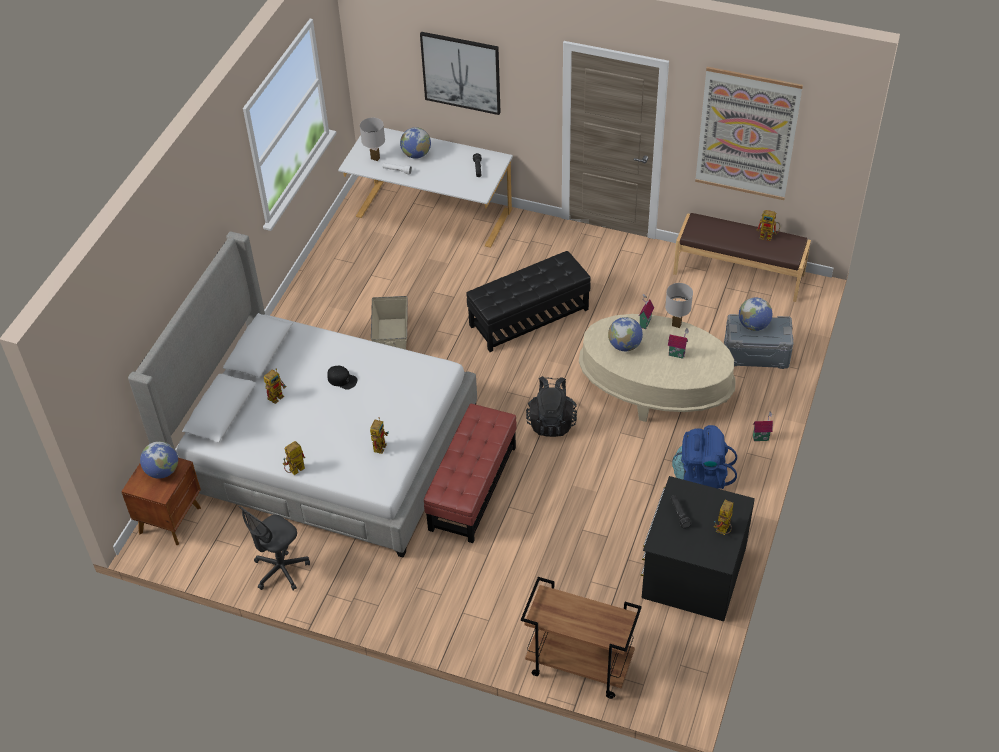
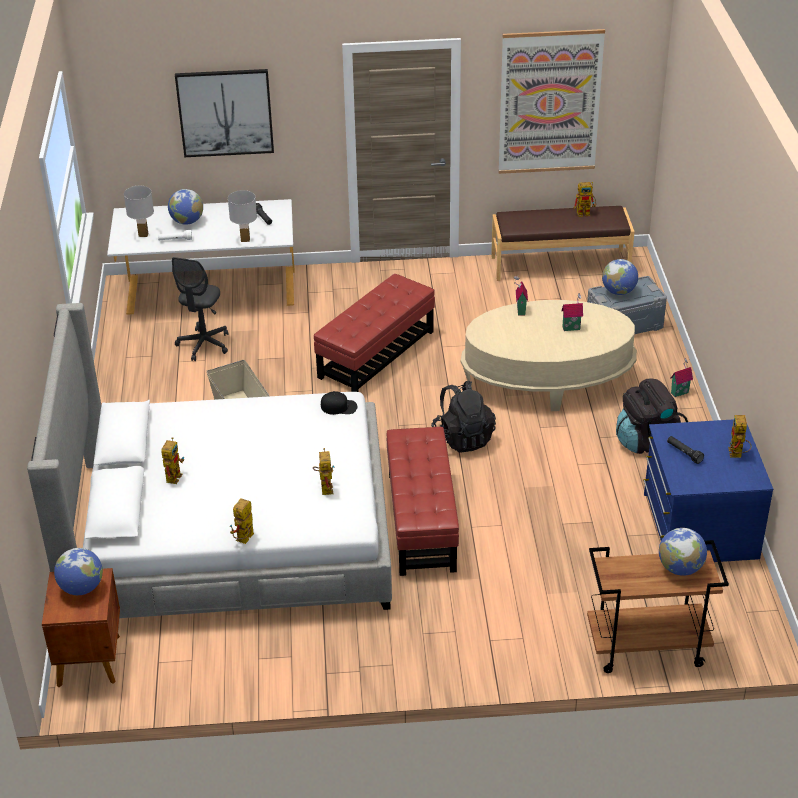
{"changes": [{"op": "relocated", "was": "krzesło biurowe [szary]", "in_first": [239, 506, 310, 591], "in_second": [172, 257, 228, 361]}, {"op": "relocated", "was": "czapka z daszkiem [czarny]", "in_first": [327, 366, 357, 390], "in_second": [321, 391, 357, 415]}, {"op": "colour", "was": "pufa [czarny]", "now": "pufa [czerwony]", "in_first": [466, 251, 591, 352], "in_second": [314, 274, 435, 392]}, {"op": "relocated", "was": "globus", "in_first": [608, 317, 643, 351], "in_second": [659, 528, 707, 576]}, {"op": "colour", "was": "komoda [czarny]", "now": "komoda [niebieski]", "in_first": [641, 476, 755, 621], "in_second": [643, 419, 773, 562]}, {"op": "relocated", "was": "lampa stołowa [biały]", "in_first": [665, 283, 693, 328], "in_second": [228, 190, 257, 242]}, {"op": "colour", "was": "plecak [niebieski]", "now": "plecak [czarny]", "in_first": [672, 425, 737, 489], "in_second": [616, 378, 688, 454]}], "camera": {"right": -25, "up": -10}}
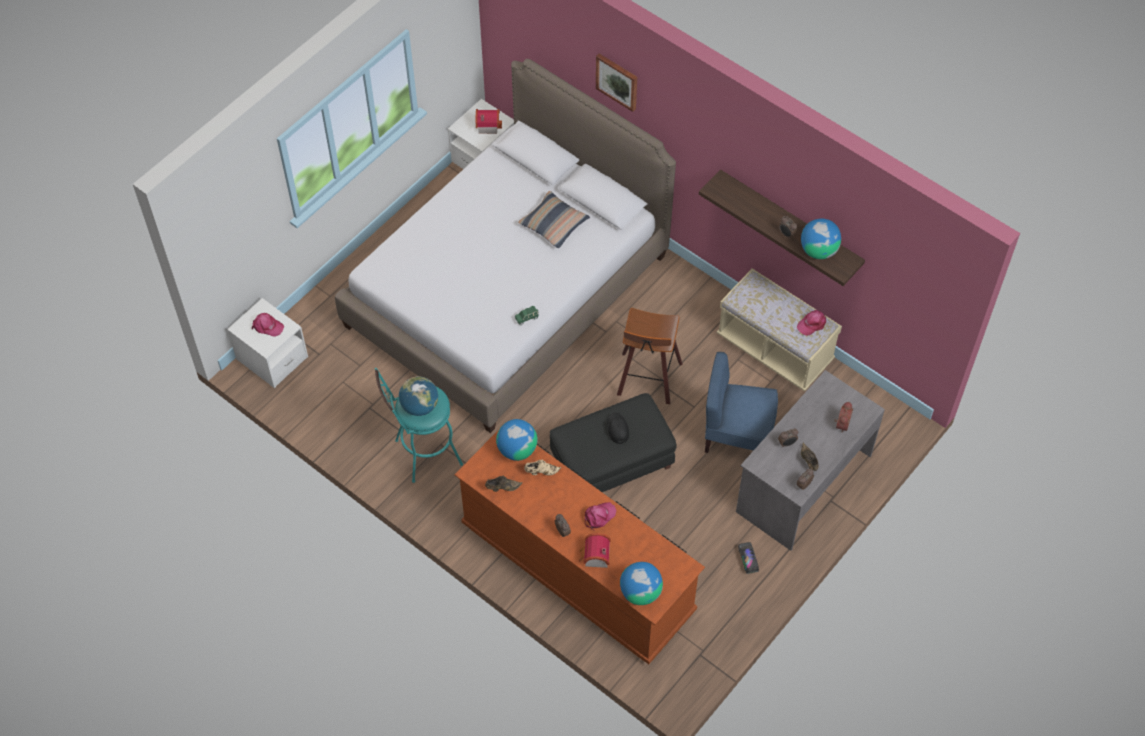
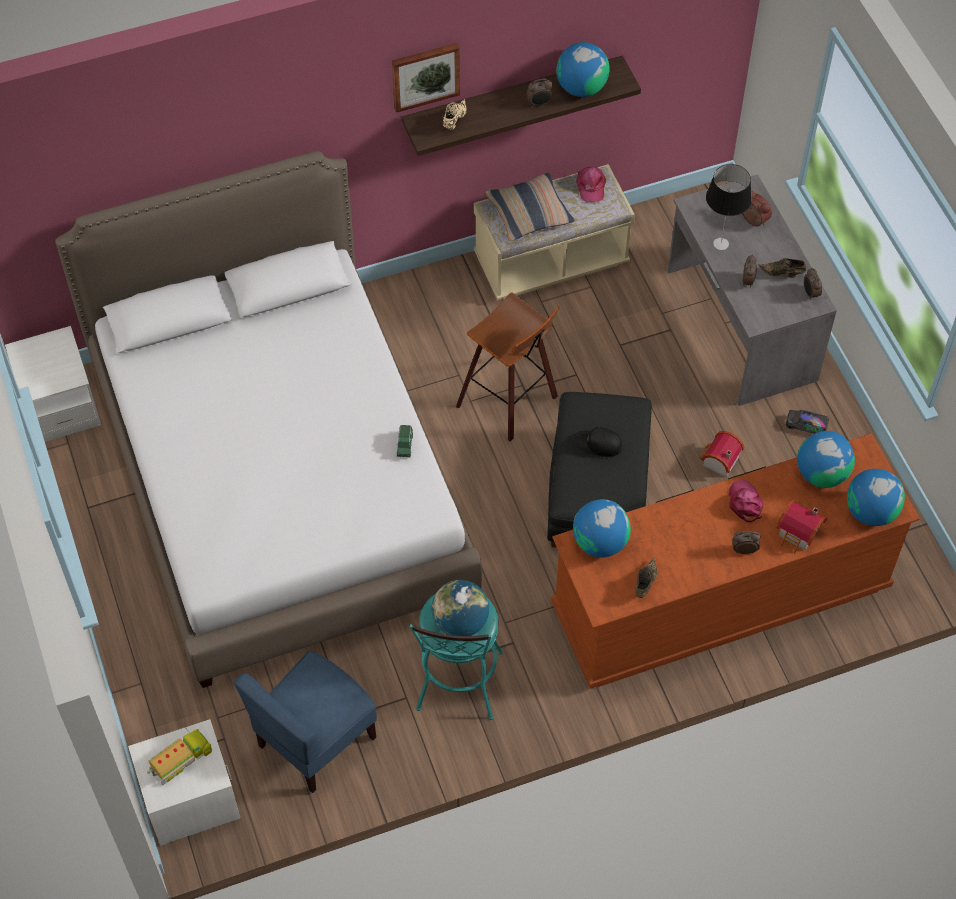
{"changes": [{"op": "exchanged", "was": "czapka z daszkiem [różowy]", "now": "ciężarówka zabawkowa", "in_first": [252, 313, 284, 337], "in_second": [147, 727, 212, 785]}, {"op": "relocated", "was": "domek", "in_first": [476, 109, 502, 134], "in_second": [699, 431, 744, 477]}, {"op": "relocated", "was": "poduszka", "in_first": [518, 191, 590, 248], "in_second": [484, 173, 575, 241]}, {"op": "relocated", "was": "but [beżowy]", "in_first": [524, 460, 561, 475], "in_second": [443, 98, 467, 130]}, {"op": "relocated", "was": "obraz", "in_first": [596, 53, 637, 112], "in_second": [392, 43, 460, 113]}, {"op": "relocated", "was": "krzesło [niebieski]", "in_first": [705, 352, 778, 453], "in_second": [234, 650, 377, 793]}, {"op": "appeared", "now": "lampa stołowa", "in_second": [706, 164, 752, 250]}, {"op": "appeared", "now": "globus", "in_second": [797, 431, 855, 488]}], "camera": {"right": -60, "up": 0}}
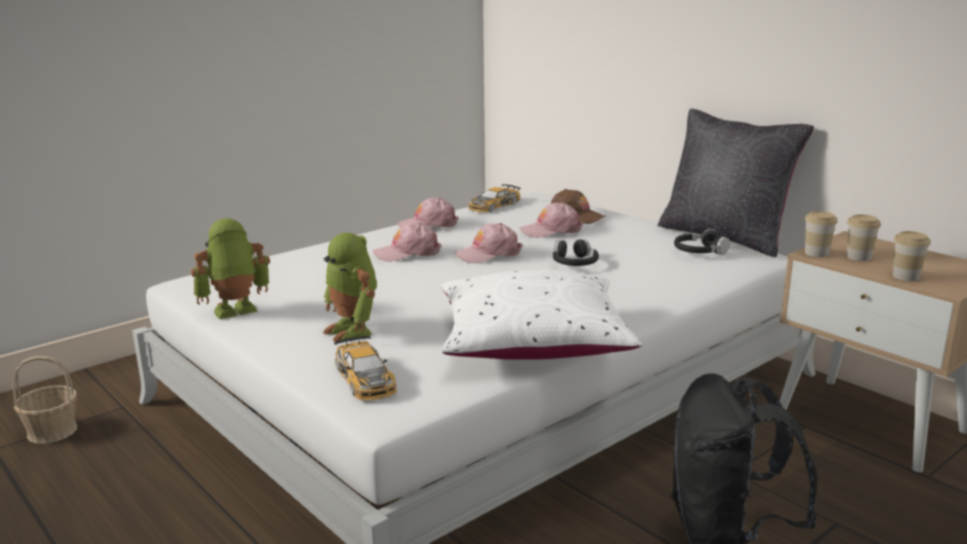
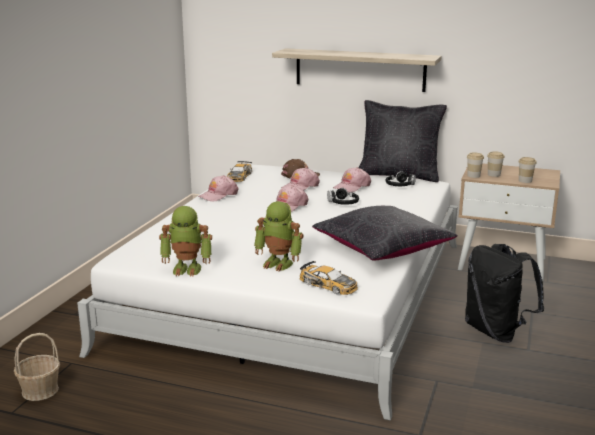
{"changes": [{"op": "spun", "was": "robot zabawkowy", "in_first": [191, 218, 270, 319], "in_second": [159, 206, 212, 276], "clockwise": -120}, {"op": "relocated", "was": "czapka z daszkiem [różowy]", "in_first": [373, 222, 442, 262], "in_second": [333, 167, 371, 193]}, {"op": "colour", "was": "poduszka [biały]", "now": "poduszka [czarny]", "in_first": [441, 270, 642, 360], "in_second": [312, 206, 458, 260]}, {"op": "appeared", "now": "półka", "in_second": [272, 48, 442, 92]}], "camera": {"right": -30, "up": 0}}
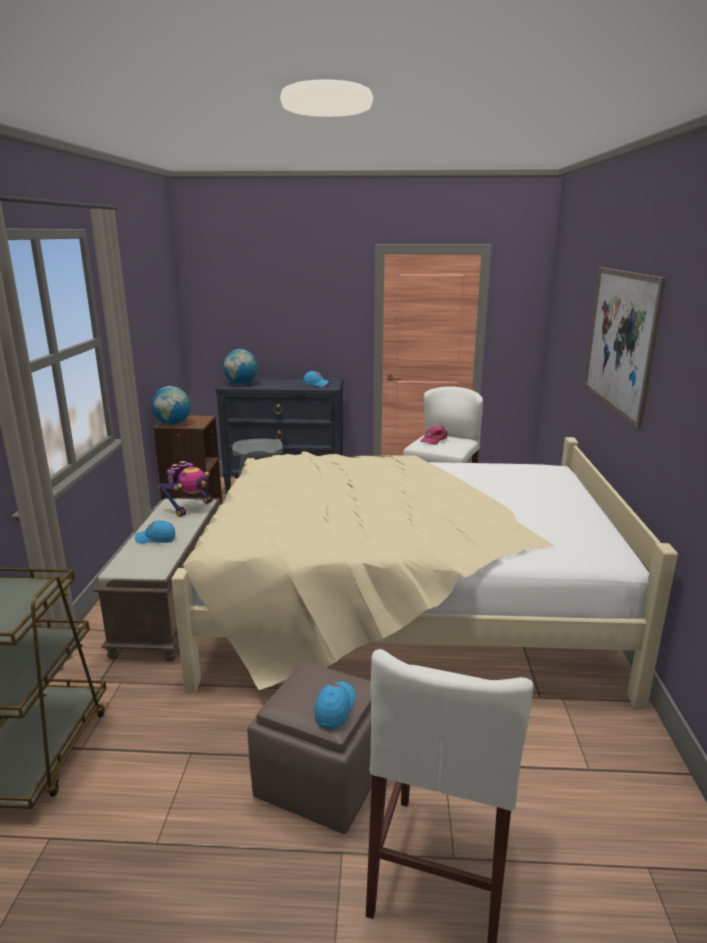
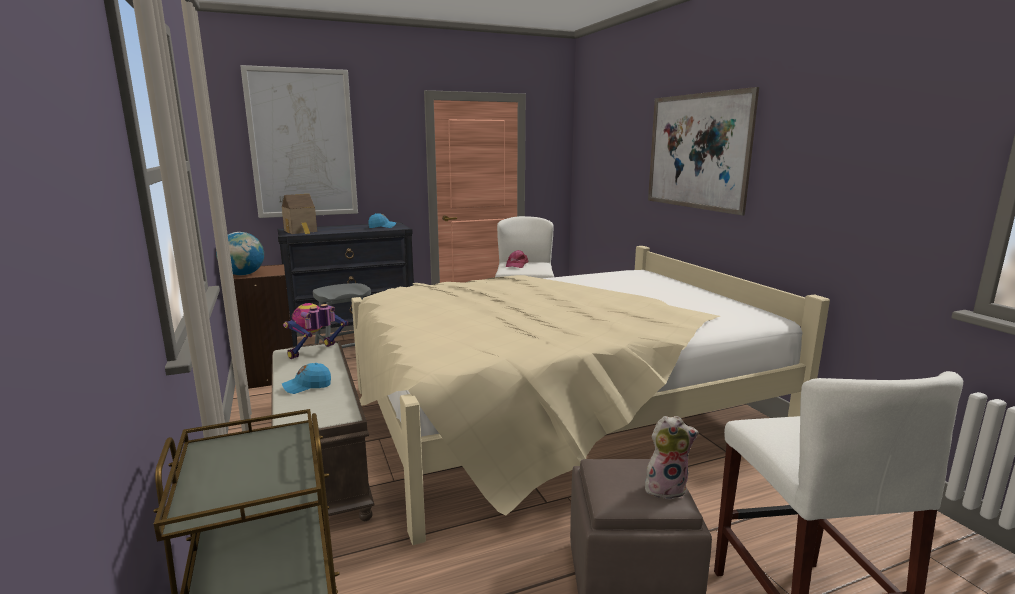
{"changes": [{"op": "spun", "was": "robot zabawkowy", "in_first": [157, 461, 213, 517], "in_second": [283, 303, 349, 359], "clockwise": -150}, {"op": "exchanged", "was": "globus", "now": "domek", "in_first": [223, 349, 258, 384], "in_second": [282, 194, 317, 234]}, {"op": "exchanged", "was": "czapka z daszkiem [niebieski]", "now": "pluszak", "in_first": [315, 681, 356, 729], "in_second": [645, 416, 699, 500]}, {"op": "appeared", "now": "obraz", "in_second": [240, 65, 358, 218]}], "camera": {"right": -25, "up": -5}}
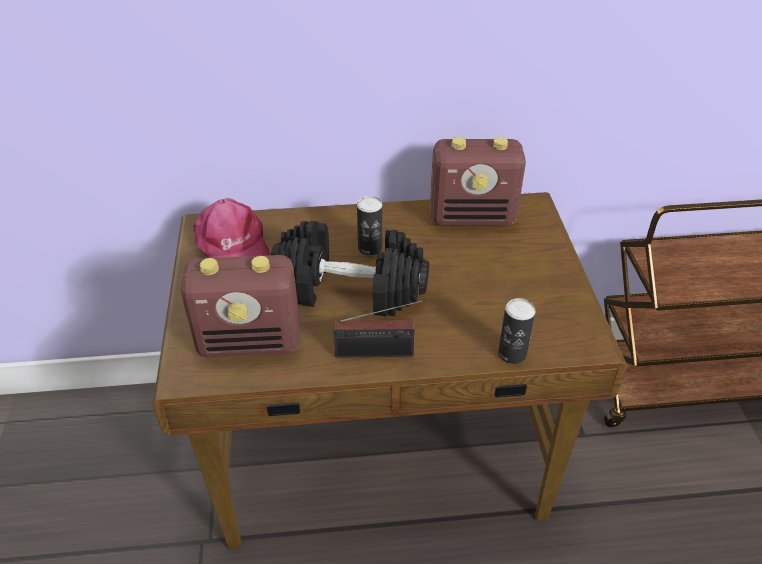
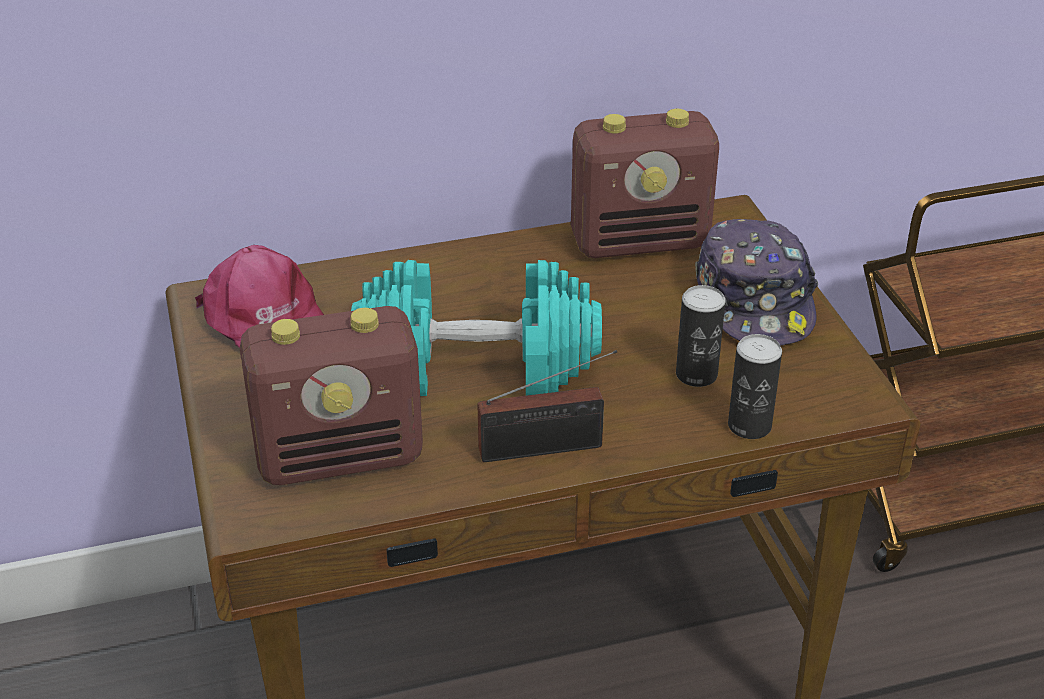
{"changes": [{"op": "colour", "was": "hantel [czarny]", "now": "hantel [turkusowy]", "in_first": [271, 221, 429, 316], "in_second": [351, 260, 602, 396]}, {"op": "relocated", "was": "puszka", "in_first": [357, 196, 382, 255], "in_second": [676, 285, 725, 387]}, {"op": "appeared", "now": "czapka z daszkiem", "in_second": [695, 219, 818, 345]}], "camera": {"right": -10, "up": -5}}
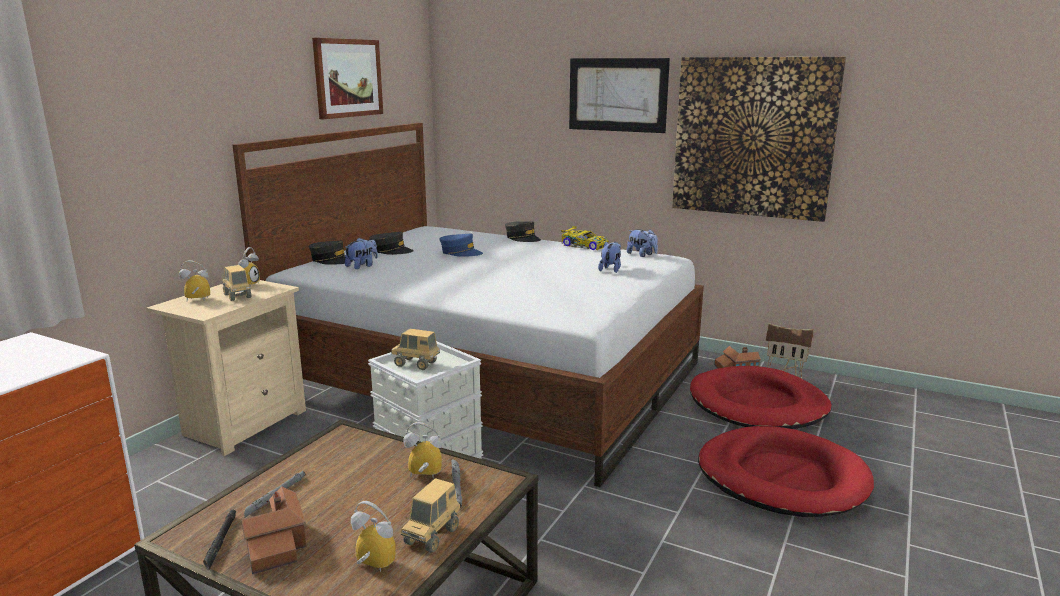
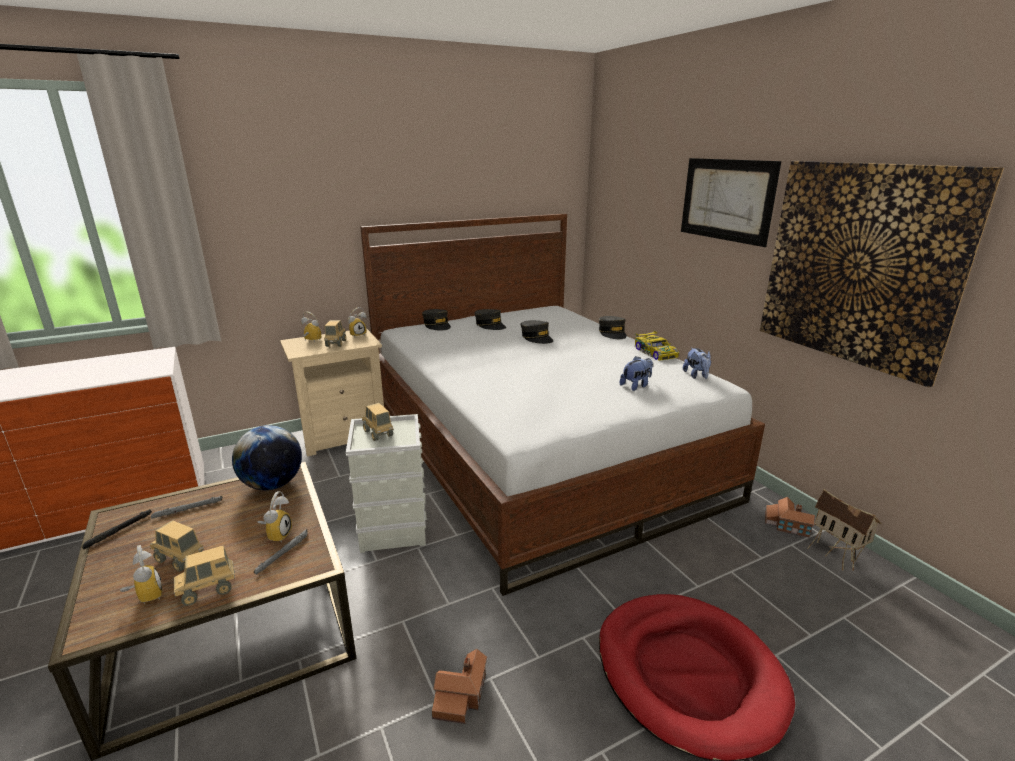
{"changes": [{"op": "relocated", "was": "domek", "in_first": [241, 486, 306, 574], "in_second": [432, 649, 487, 724]}, {"op": "missing", "was": "obraz", "in_first": [312, 38, 383, 119]}, {"op": "missing", "was": "pluszak", "in_first": [345, 238, 378, 269]}, {"op": "spun", "was": "budzik", "in_first": [403, 422, 442, 478], "in_second": [257, 491, 292, 543], "clockwise": 60}, {"op": "colour", "was": "czapka z daszkiem [niebieski]", "now": "czapka z daszkiem [szary]", "in_first": [440, 234, 483, 257], "in_second": [521, 320, 553, 344]}, {"op": "missing", "was": "legowisko [czerwony]", "in_first": [690, 366, 832, 429]}, {"op": "appeared", "now": "ciężarówka zabawkowa", "in_second": [150, 520, 204, 572]}, {"op": "appeared", "now": "globus", "in_second": [232, 425, 302, 490]}], "camera": {"right": 35, "up": 5}}
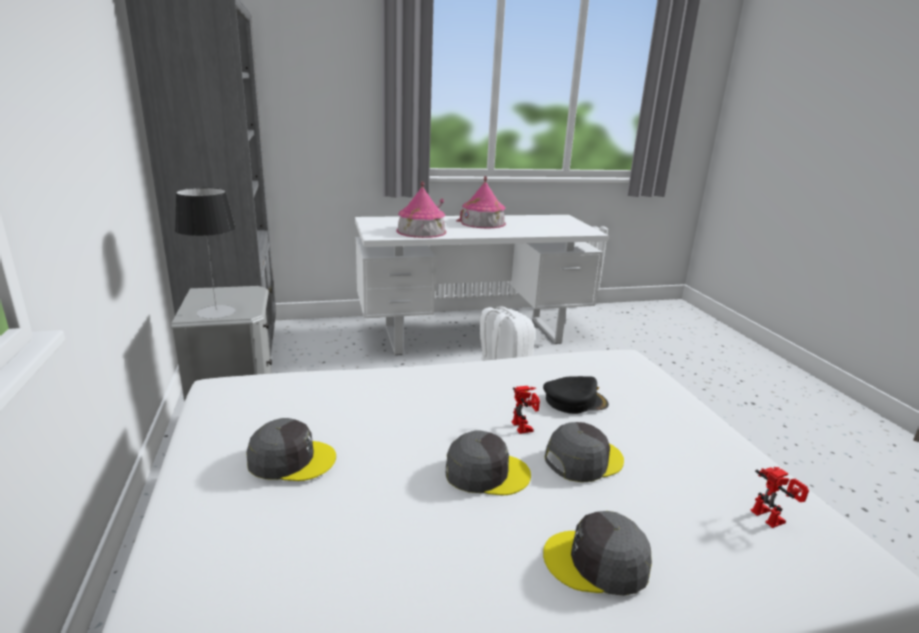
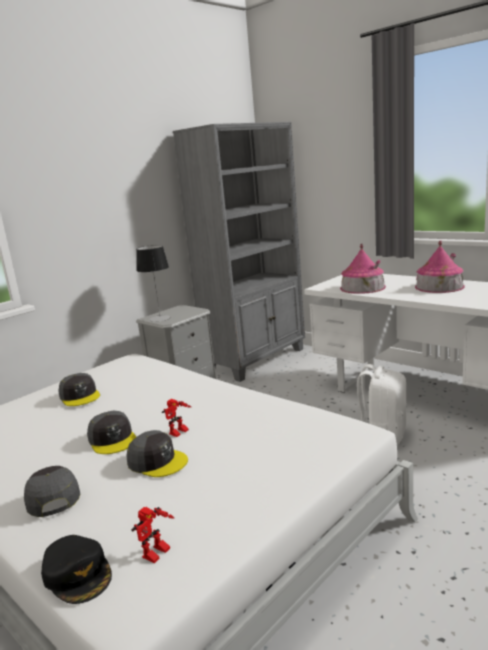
{"changes": [{"op": "relocated", "was": "czapka z daszkiem [czarny]", "in_first": [543, 376, 609, 414], "in_second": [41, 535, 112, 604]}], "camera": {"right": 60, "up": -5}}
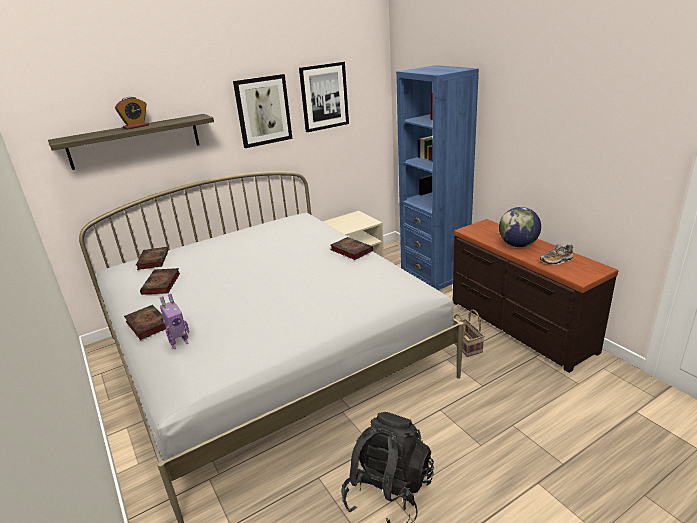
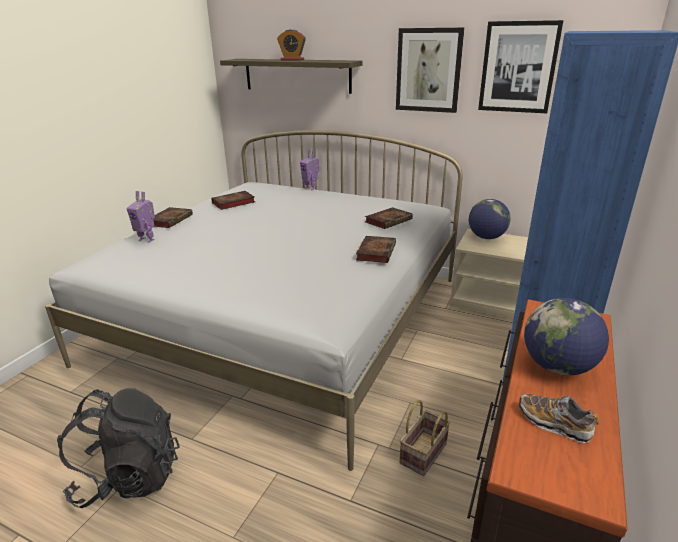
{"changes": [{"op": "relocated", "was": "książka", "in_first": [136, 247, 168, 270], "in_second": [365, 207, 413, 229]}, {"op": "appeared", "now": "robot zabawkowy", "in_second": [300, 150, 319, 190]}, {"op": "appeared", "now": "globus", "in_second": [469, 199, 510, 239]}], "camera": {"right": 55, "up": 0}}
